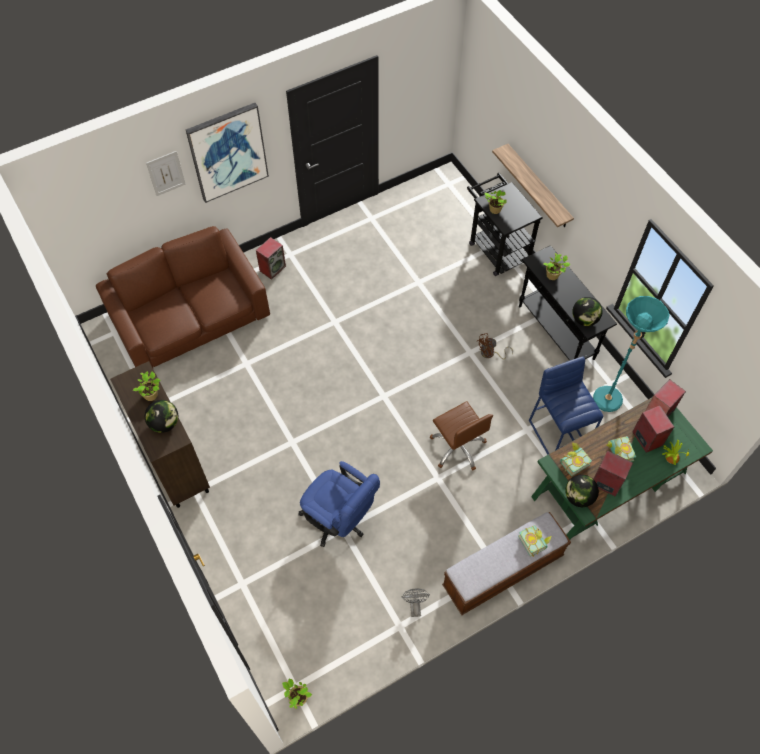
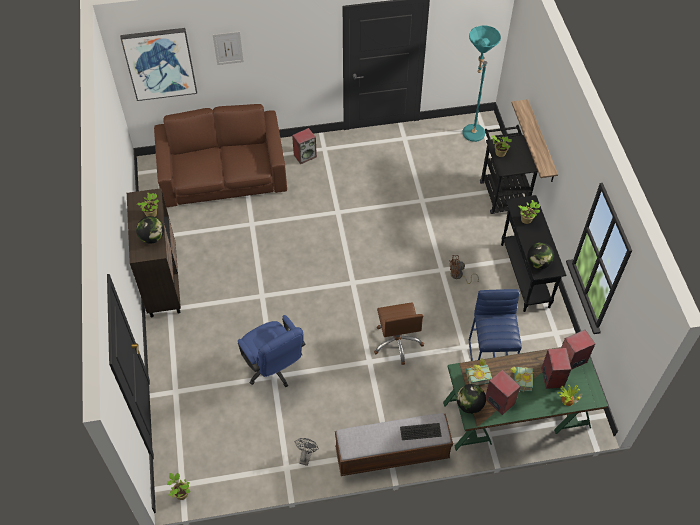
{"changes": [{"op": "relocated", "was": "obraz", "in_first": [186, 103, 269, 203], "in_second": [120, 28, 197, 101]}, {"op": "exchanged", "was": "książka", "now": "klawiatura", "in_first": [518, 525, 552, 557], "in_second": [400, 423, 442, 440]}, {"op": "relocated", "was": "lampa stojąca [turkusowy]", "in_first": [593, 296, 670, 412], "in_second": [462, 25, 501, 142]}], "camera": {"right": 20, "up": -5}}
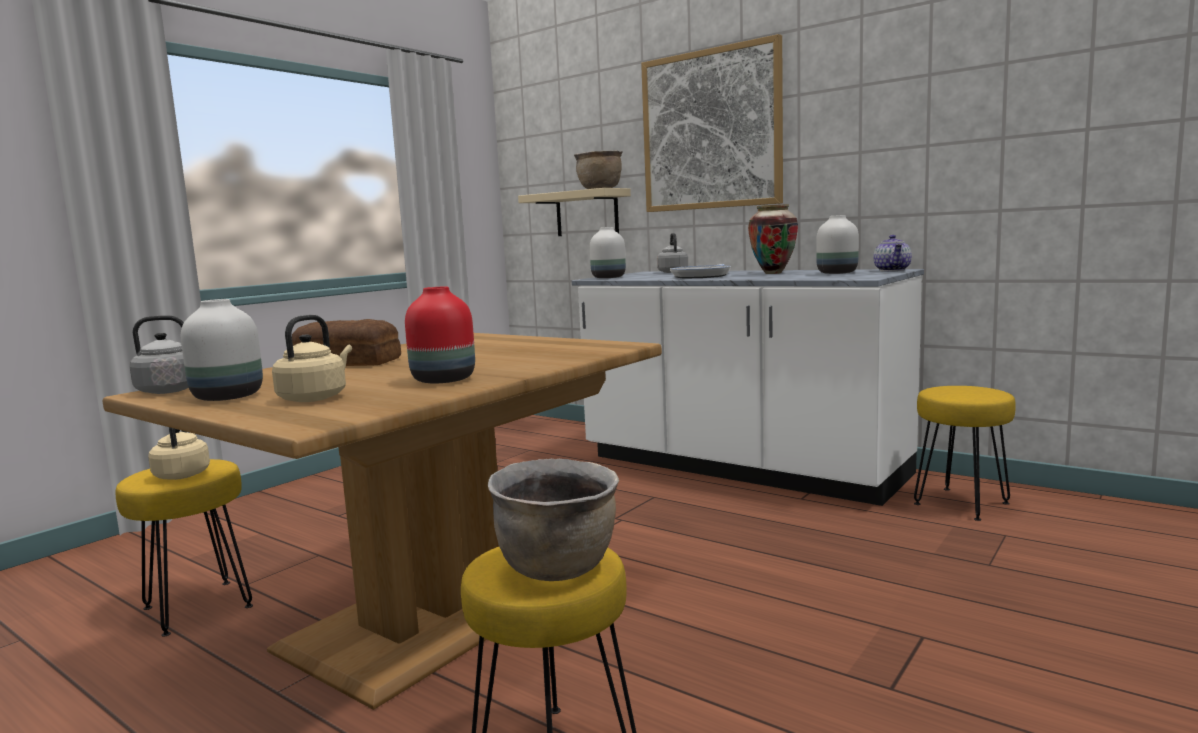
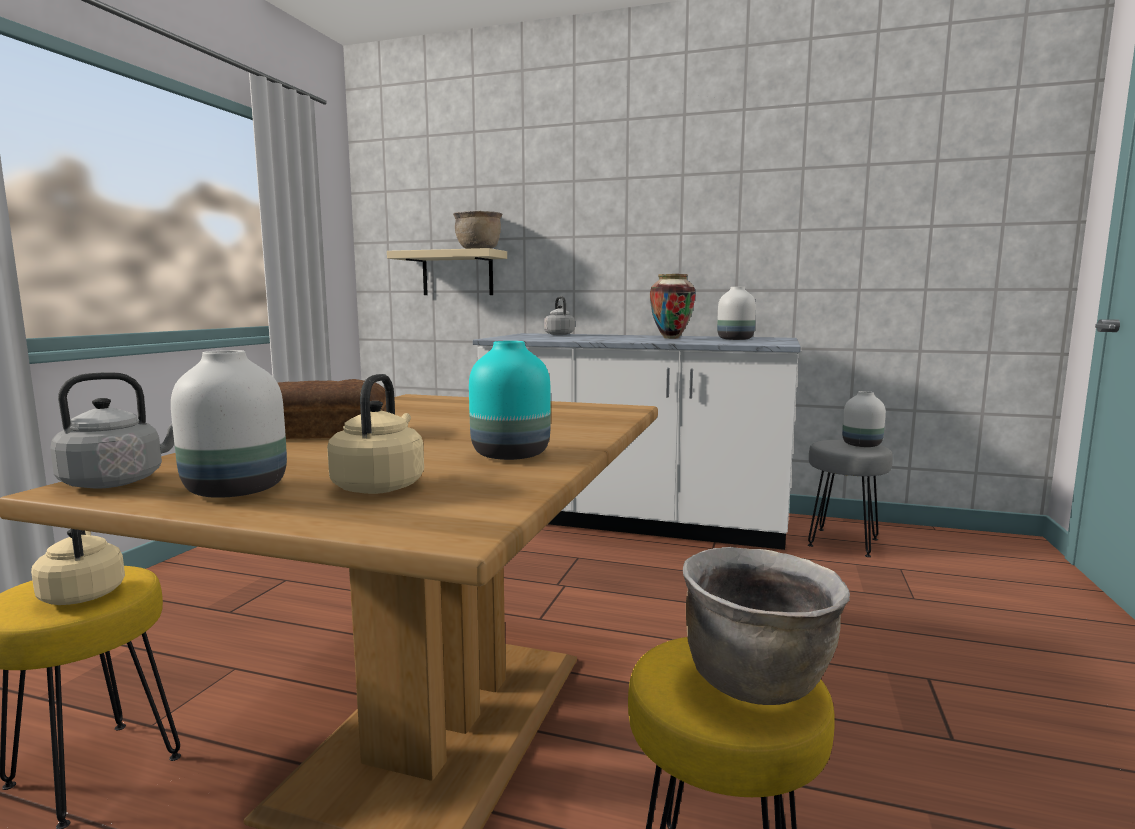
{"changes": [{"op": "colour", "was": "wazon [czerwony]", "now": "wazon [turkusowy]", "in_first": [405, 286, 475, 383], "in_second": [469, 341, 551, 460]}, {"op": "relocated", "was": "wazon [biały]", "in_first": [590, 227, 626, 278], "in_second": [842, 391, 886, 447]}, {"op": "missing", "was": "obraz", "in_first": [641, 34, 783, 212]}, {"op": "missing", "was": "patelnia", "in_first": [670, 264, 731, 278]}, {"op": "missing", "was": "imbryk", "in_first": [873, 235, 912, 271]}, {"op": "colour", "was": "stołek [żółty]", "now": "stołek [szary]", "in_first": [914, 386, 1016, 521], "in_second": [808, 440, 893, 557]}], "camera": {"right": -20, "up": 0}}
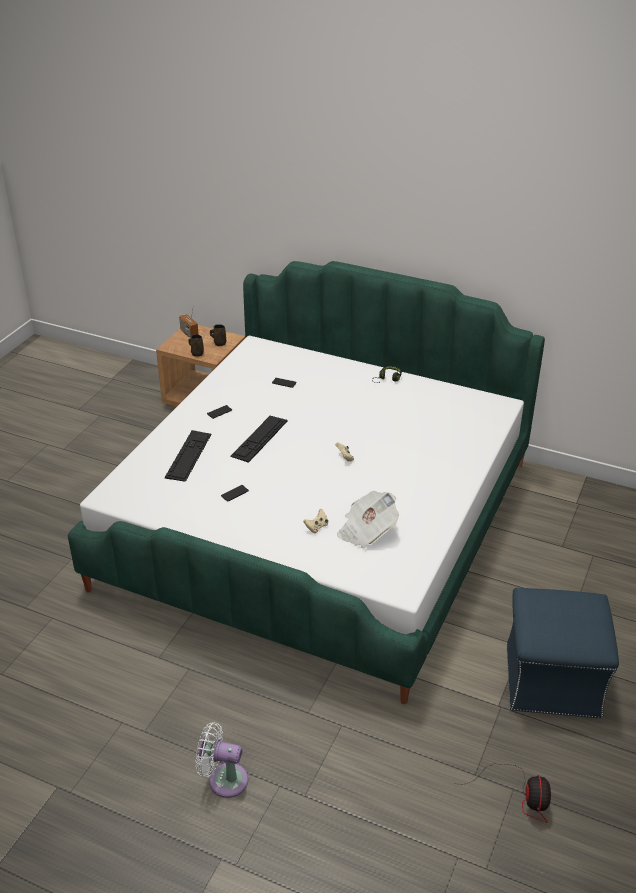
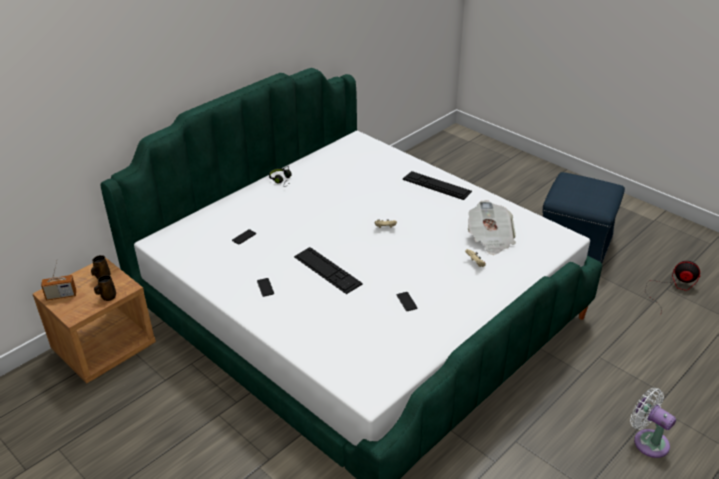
{"changes": [{"op": "relocated", "was": "klawiatura", "in_first": [165, 430, 212, 482], "in_second": [403, 171, 472, 200]}, {"op": "spun", "was": "wentylator [biały]", "in_first": [196, 722, 248, 798], "in_second": [630, 388, 676, 458], "clockwise": 105}], "camera": {"right": -70, "up": 0}}
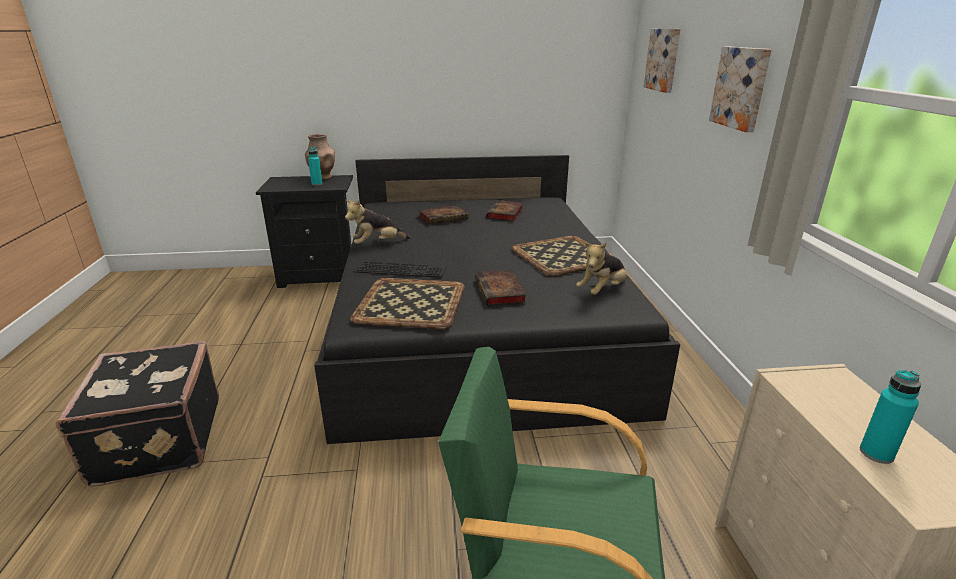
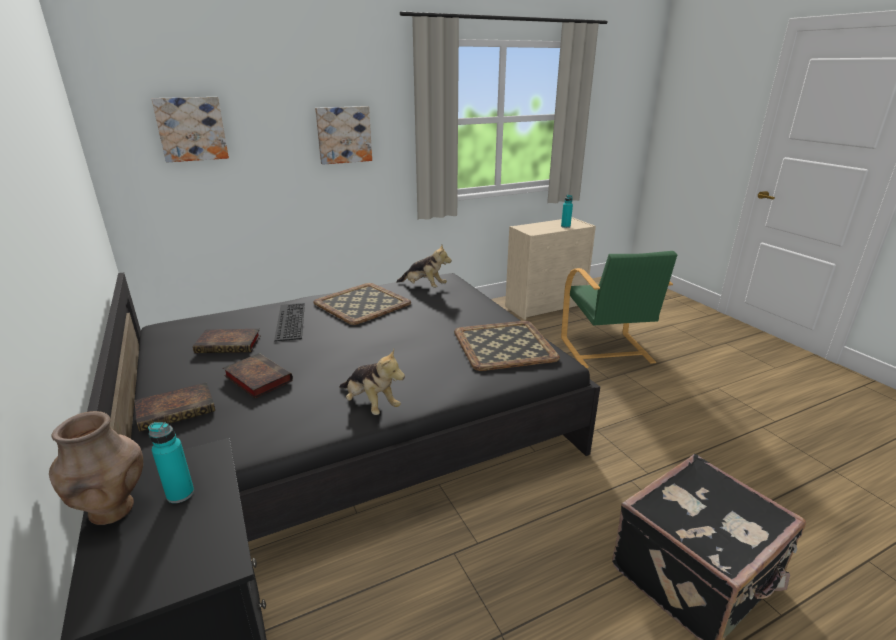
{"changes": [{"op": "relocated", "was": "klawiatura", "in_first": [354, 261, 447, 278], "in_second": [274, 303, 305, 342]}, {"op": "relocated", "was": "książka", "in_first": [475, 270, 527, 306], "in_second": [134, 382, 215, 432]}], "camera": {"right": -110, "up": 0}}
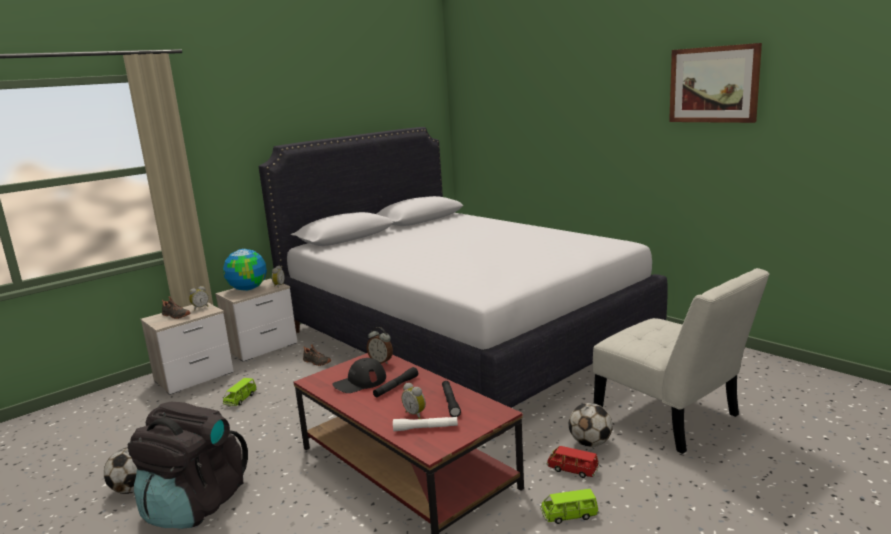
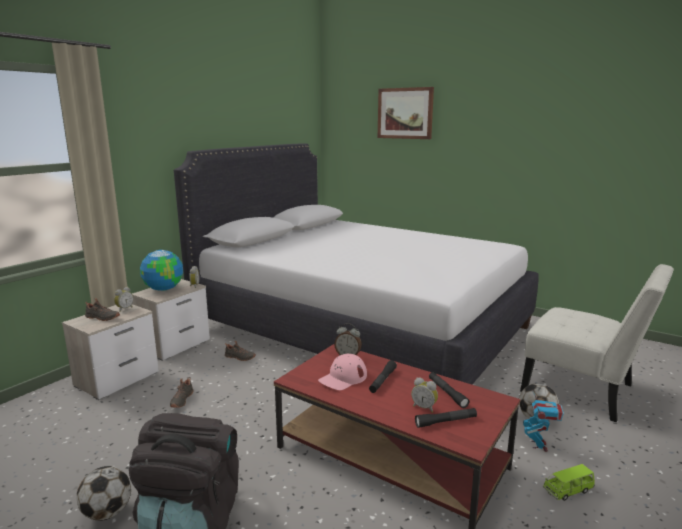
{"changes": [{"op": "exchanged", "was": "samochodzik [zielony]", "now": "but [czarny]", "in_first": [223, 378, 257, 407], "in_second": [170, 377, 194, 408]}, {"op": "colour", "was": "czapka z daszkiem [czarny]", "now": "czapka z daszkiem [różowy]", "in_first": [332, 358, 386, 393], "in_second": [318, 354, 367, 390]}, {"op": "colour", "was": "latarka [biały]", "now": "latarka [czarny]", "in_first": [393, 417, 458, 431], "in_second": [415, 408, 477, 428]}, {"op": "exchanged", "was": "samochodzik [czerwony]", "now": "robot zabawkowy", "in_first": [547, 446, 599, 478], "in_second": [523, 390, 564, 452]}, {"op": "relocated", "was": "obraz", "in_first": [669, 43, 762, 123], "in_second": [378, 87, 434, 139]}], "camera": {"right": -15, "up": 0}}
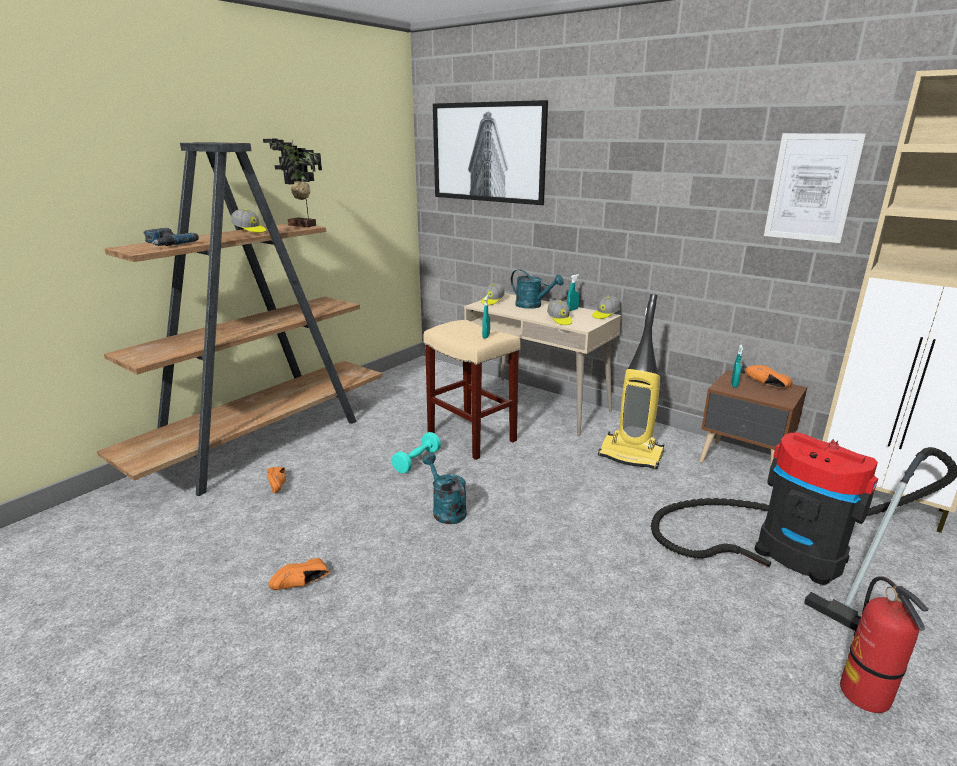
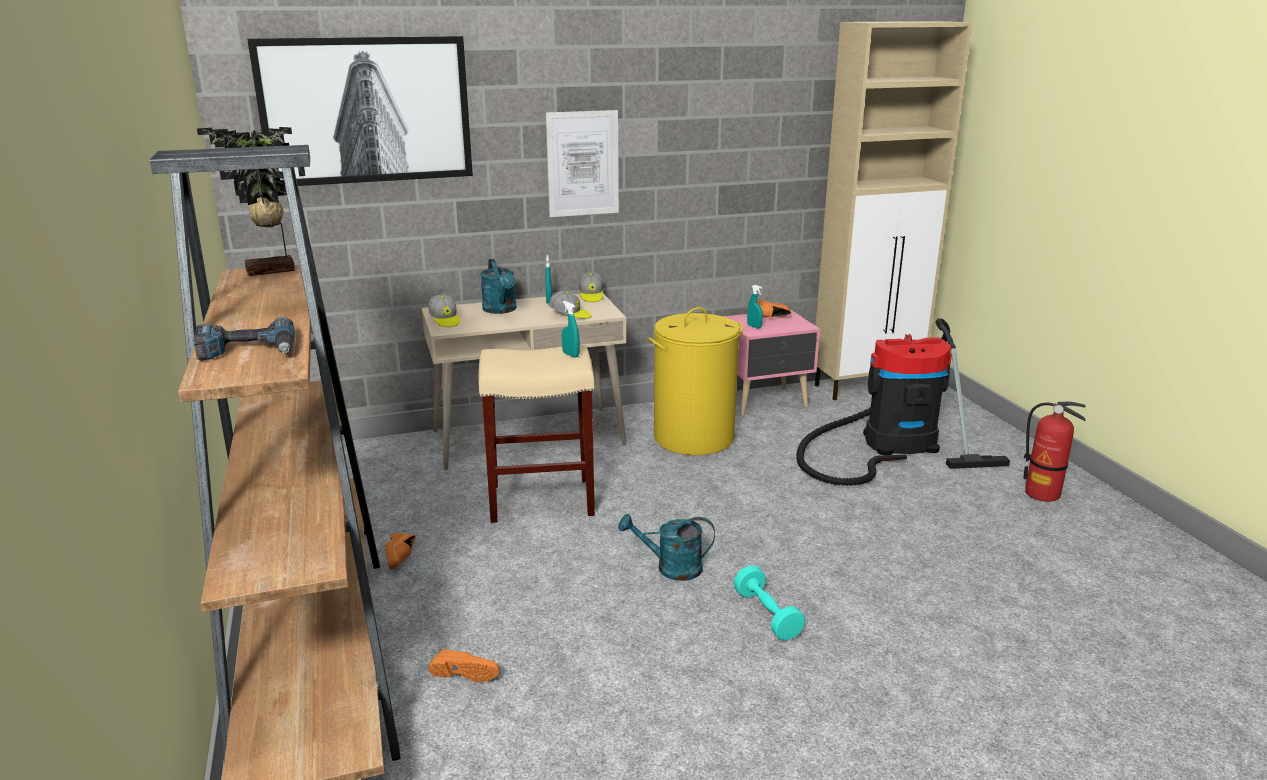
{"changes": [{"op": "missing", "was": "czapka z daszkiem", "in_first": [231, 209, 266, 233]}, {"op": "relocated", "was": "but [pomarańczowy]", "in_first": [268, 558, 329, 590], "in_second": [385, 533, 416, 570]}, {"op": "relocated", "was": "hantel [turkusowy]", "in_first": [391, 432, 441, 474], "in_second": [734, 565, 805, 640]}, {"op": "spun", "was": "konewka [turkusowy]", "in_first": [511, 269, 564, 309], "in_second": [480, 259, 516, 314], "clockwise": 90}, {"op": "exchanged", "was": "odkurzacz", "now": "kosz na pranie [żółty]", "in_first": [598, 294, 664, 469], "in_second": [648, 307, 743, 455]}, {"op": "colour", "was": "szafka nocna [brązowy]", "now": "szafka nocna [różowy]", "in_first": [699, 370, 807, 467], "in_second": [723, 309, 820, 416]}, {"op": "relocated", "was": "obraz", "in_first": [764, 133, 866, 243], "in_second": [546, 110, 619, 217]}], "camera": {"right": -55, "up": 0}}
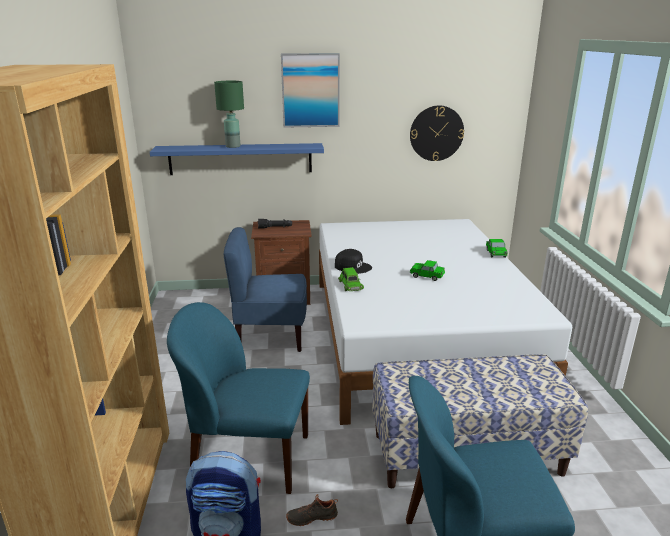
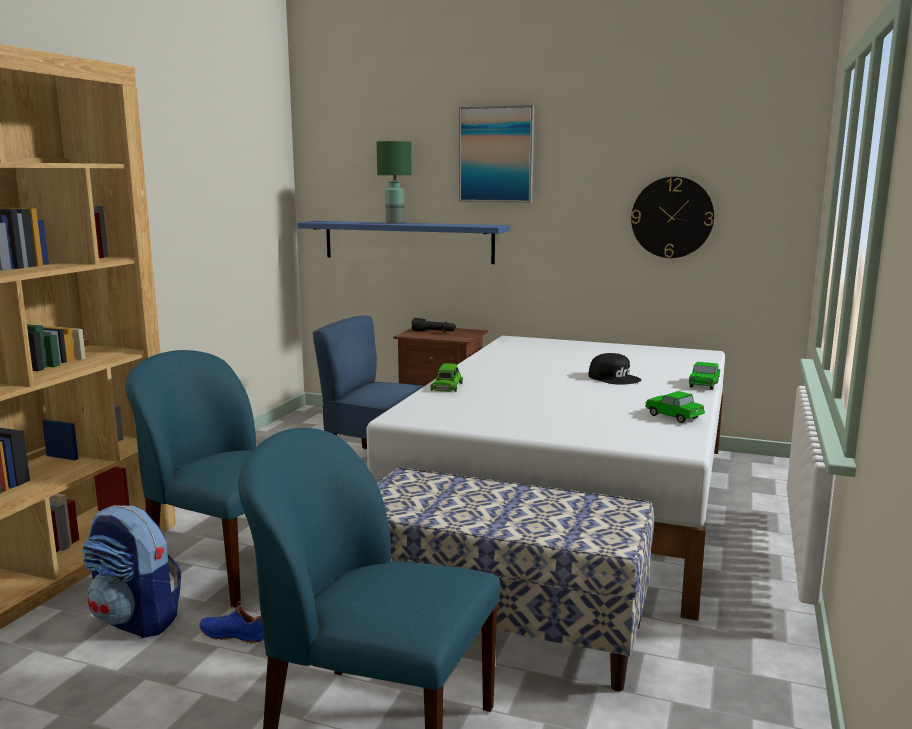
{"changes": [{"op": "colour", "was": "but [czarny]", "now": "but [niebieski]", "in_first": [286, 494, 338, 526], "in_second": [199, 601, 264, 644]}, {"op": "relocated", "was": "czapka z daszkiem [czarny]", "in_first": [335, 249, 372, 274], "in_second": [588, 353, 641, 385]}, {"op": "relocated", "was": "samochodzik", "in_first": [410, 260, 445, 281], "in_second": [645, 391, 705, 423]}], "camera": {"right": 25, "up": -10}}
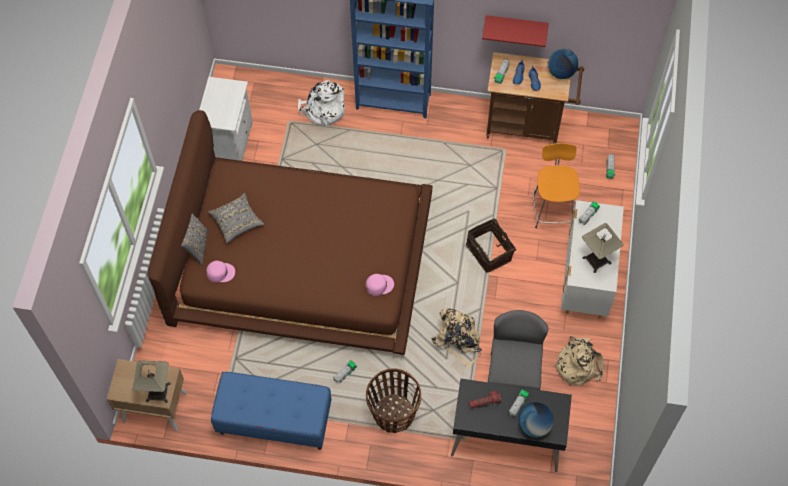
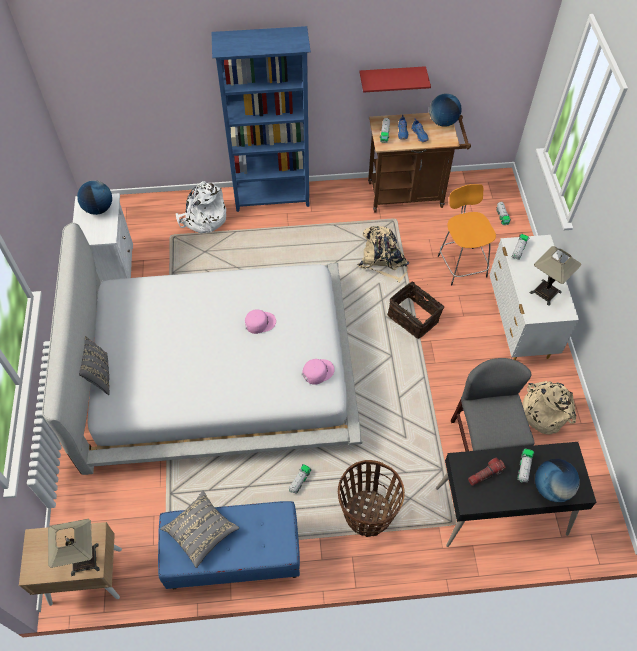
{"changes": [{"op": "colour", "was": "łóżko [brązowy]", "now": "łóżko [biały]", "in_first": [147, 110, 433, 355], "in_second": [42, 223, 362, 475]}, {"op": "relocated", "was": "czapka z daszkiem [różowy]", "in_first": [206, 261, 235, 283], "in_second": [245, 309, 276, 334]}, {"op": "relocated", "was": "poduszka [szary]", "in_first": [208, 193, 264, 243], "in_second": [160, 490, 239, 568]}, {"op": "relocated", "was": "plecak [beżowy]", "in_first": [431, 309, 482, 368], "in_second": [358, 226, 409, 283]}, {"op": "appeared", "now": "globus", "in_second": [77, 180, 112, 215]}], "camera": {"right": -15, "up": -5}}
